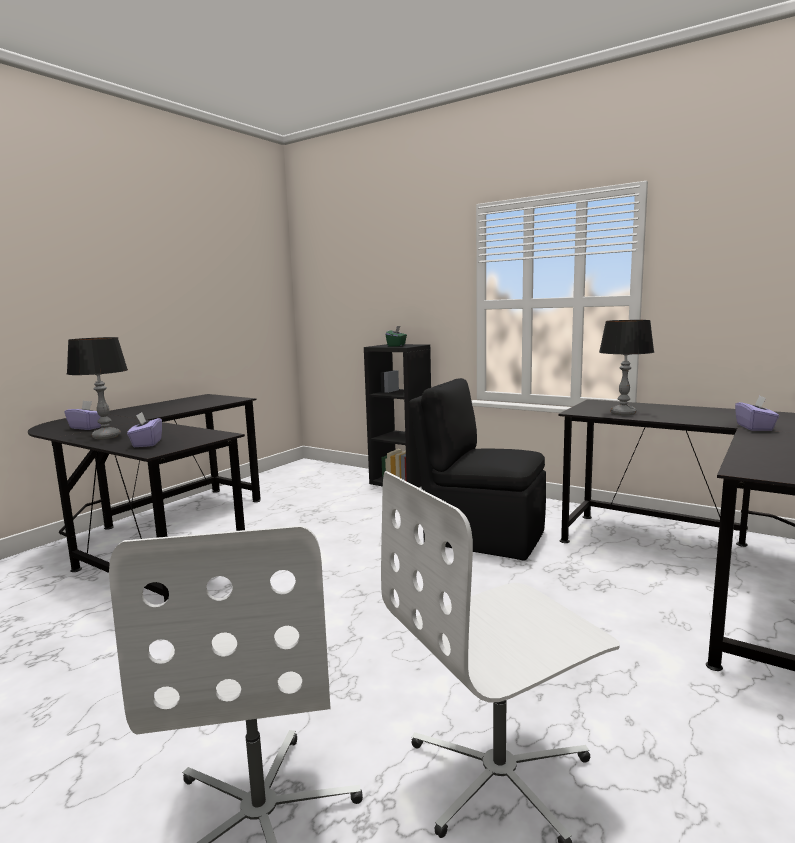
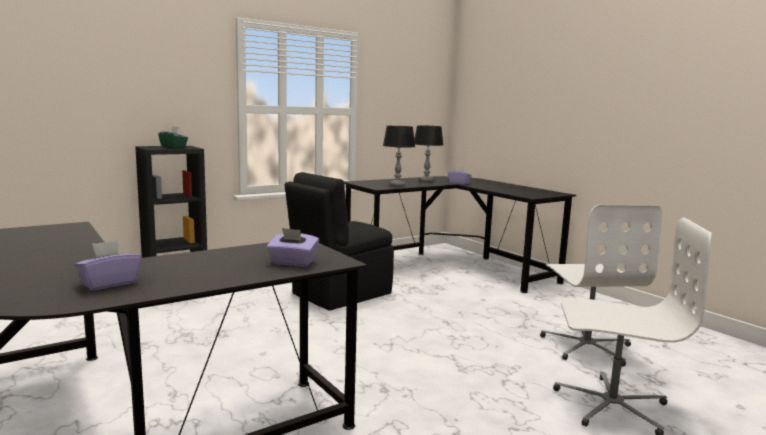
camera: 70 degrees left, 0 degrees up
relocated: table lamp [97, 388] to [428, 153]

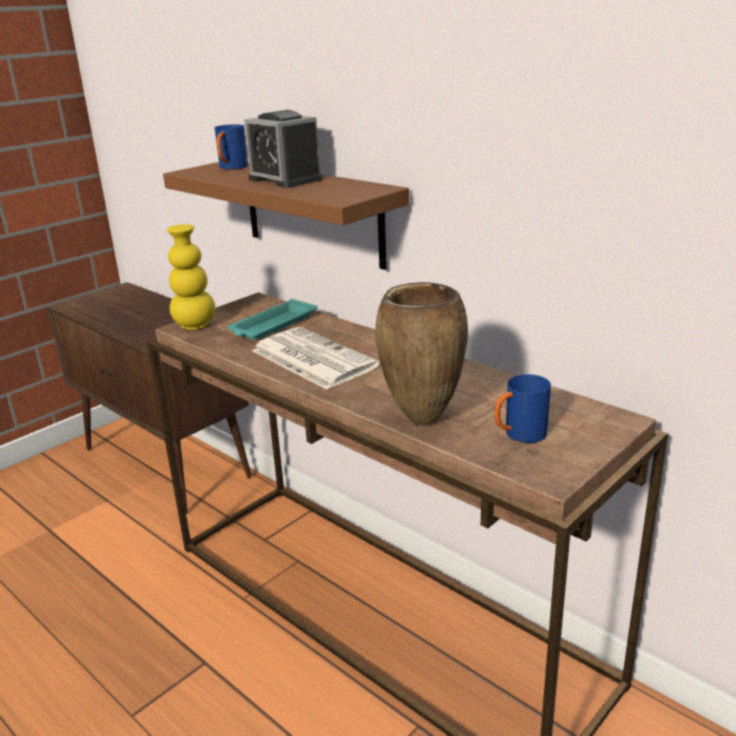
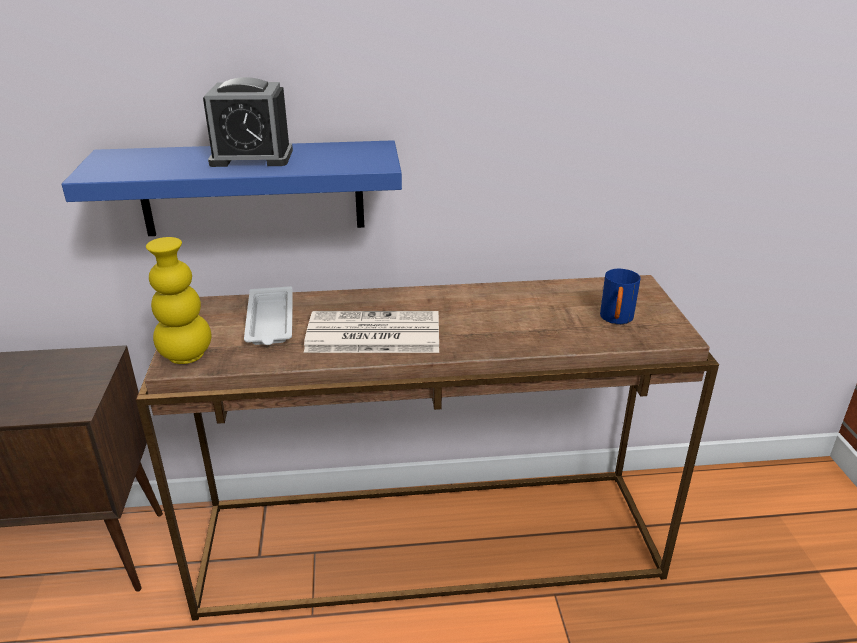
camera: 50 degrees left, 5 degrees up
missing: tea mug in blue [231, 147]; vase in brown-coloured [421, 354]
colour: shelf in brown-coloured [286, 216] to shelf in blue [232, 188]; tray in turquoise-coloured [272, 319] to tray in whitish [268, 315]

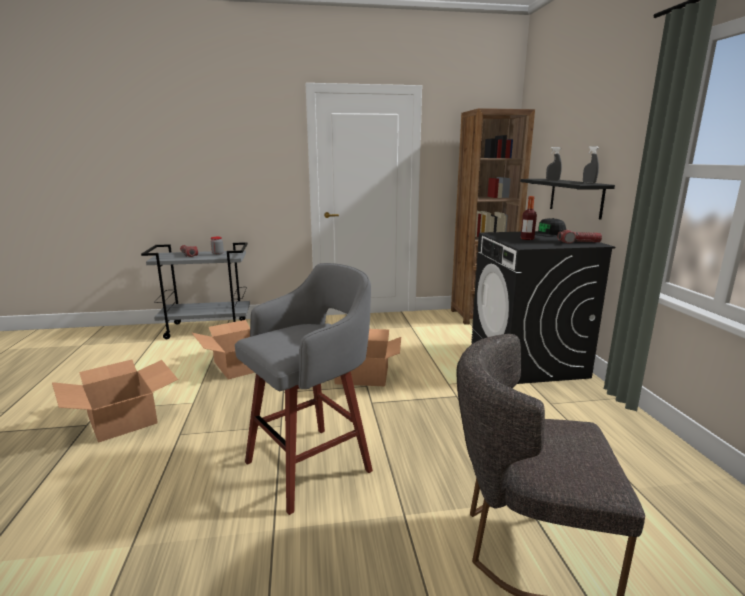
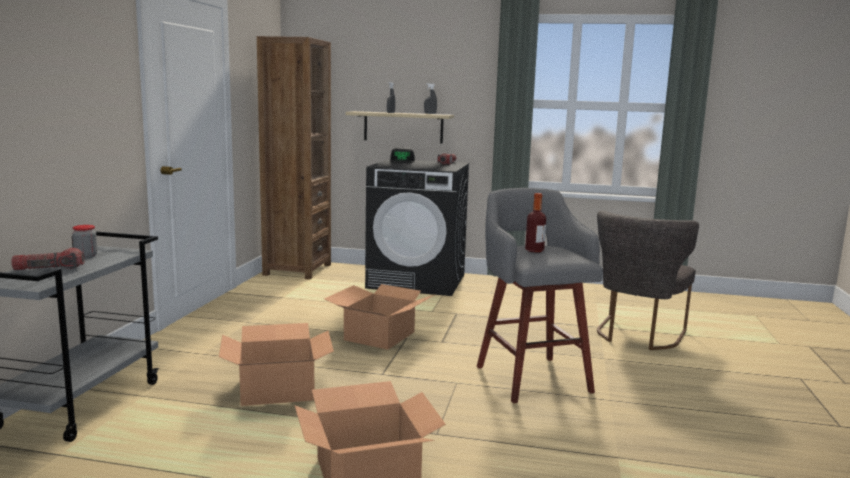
camera: 70 degrees left, 5 degrees down
relocated: beverage bottle [529, 218] to [535, 223]
colour: shelf in black [568, 199] to shelf in beige [399, 127]

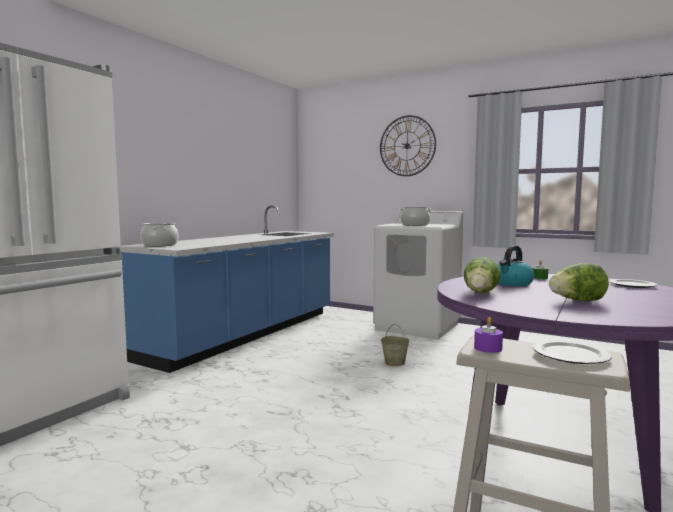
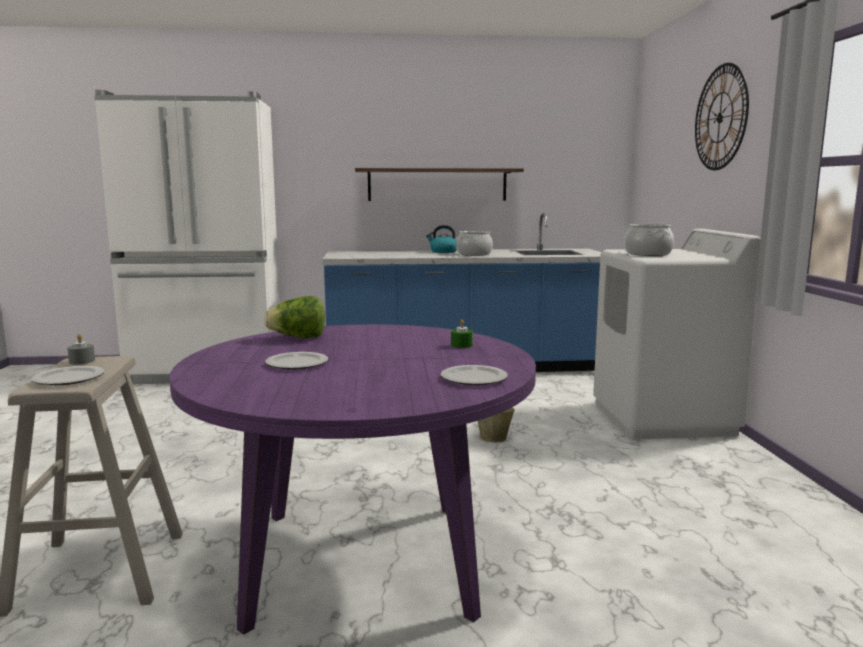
camera: 55 degrees right, 5 degrees up
appeared: shelf [439, 184]
relocated: water kettle [516, 265] to [441, 239]; stockpot [159, 235] to [474, 243]
exchanged: lettuce head [579, 282] to dinner plate [296, 361]
colour: wax light in purple-coloured [488, 335] to wax light in grey [81, 349]

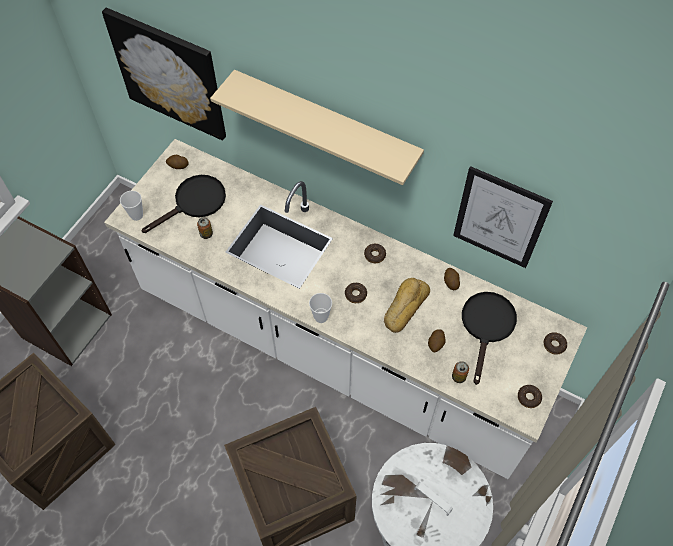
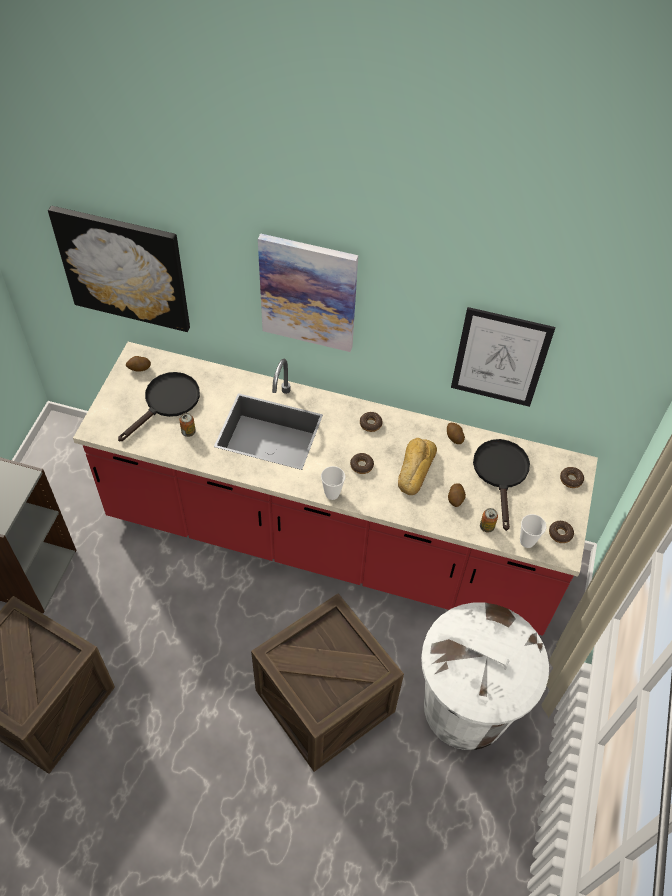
camera: 15 degrees left, 5 degrees down
relocated: cup [131, 206] to [533, 531]
exchanged: shelf in beige [317, 127] to picture [308, 292]
colour: kitchen base unit in whitish [345, 309] to kitchen base unit in reddish [335, 489]

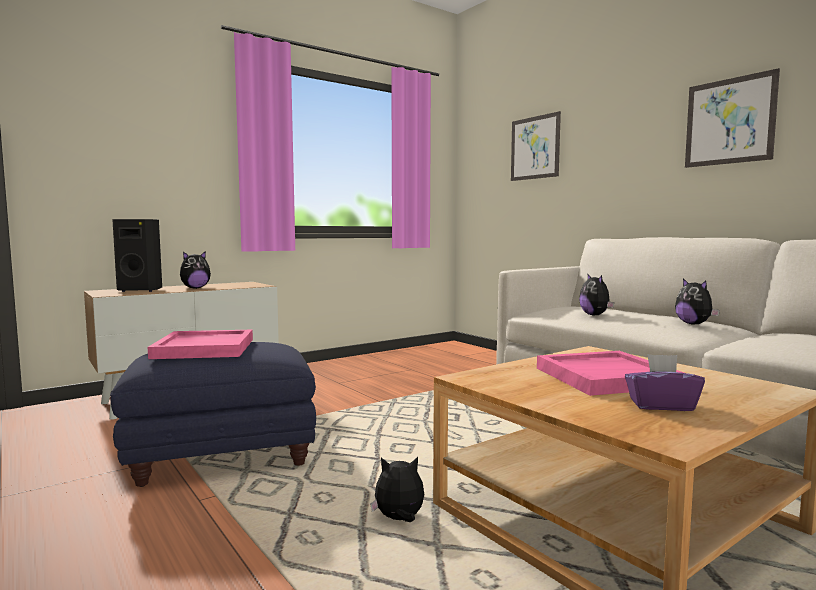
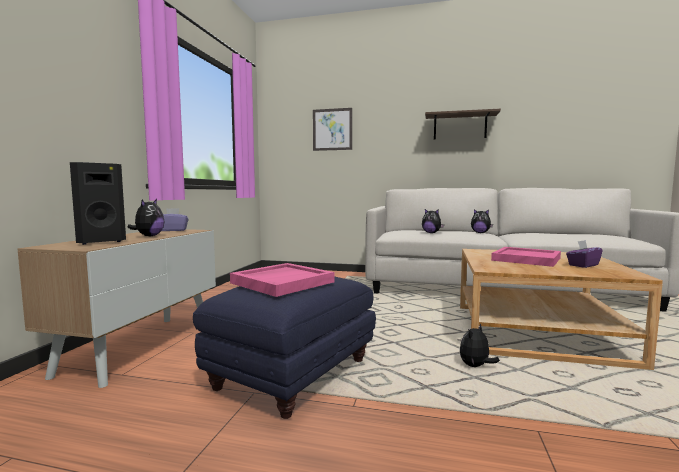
camera: 40 degrees left, 0 degrees up
appeared: tissue holder in purple-coloured [175, 219]
exchanged: picture [732, 118] to shelf [463, 124]

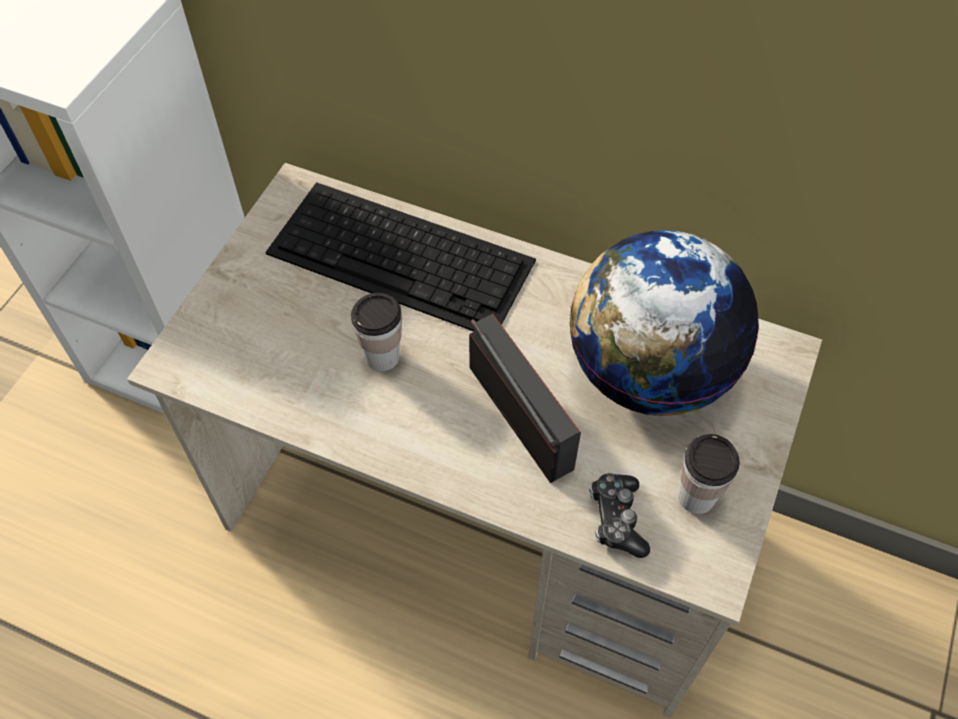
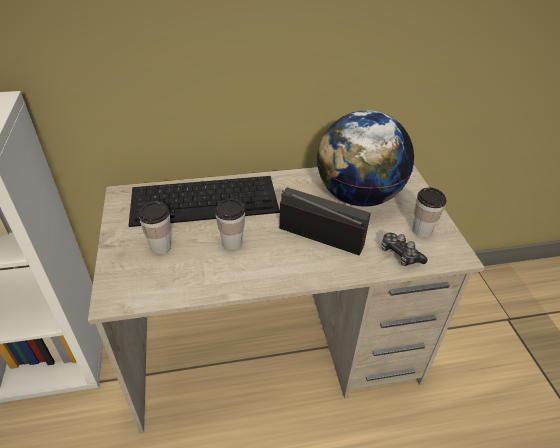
camera: 35 degrees left, 15 degrees down
appeared: cup [155, 228]

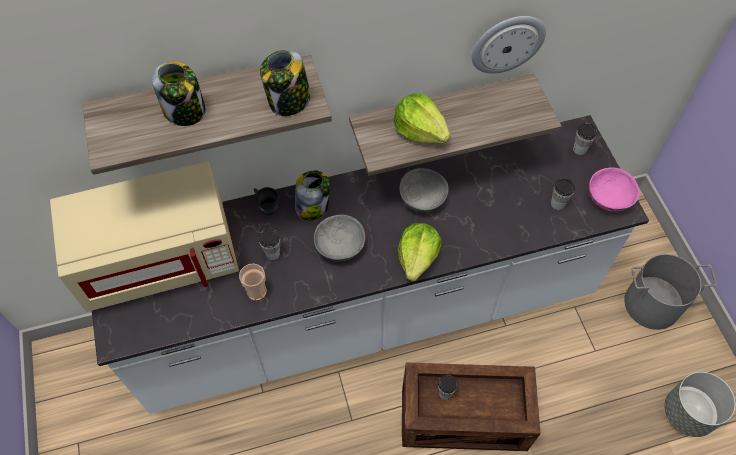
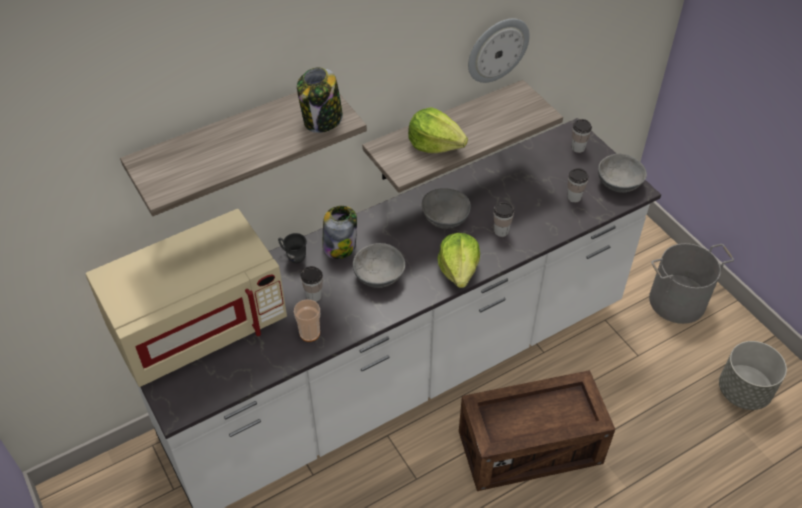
camera: 15 degrees left, 10 degrees down
missing: jar [178, 94]
relocated: cup [448, 387] to [504, 219]
colour: deep dish in pink-coloured [614, 189] to deep dish in grey [622, 173]

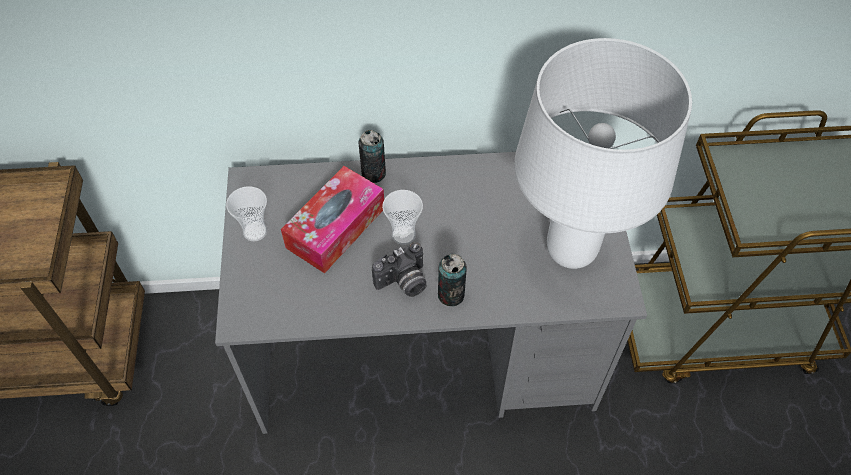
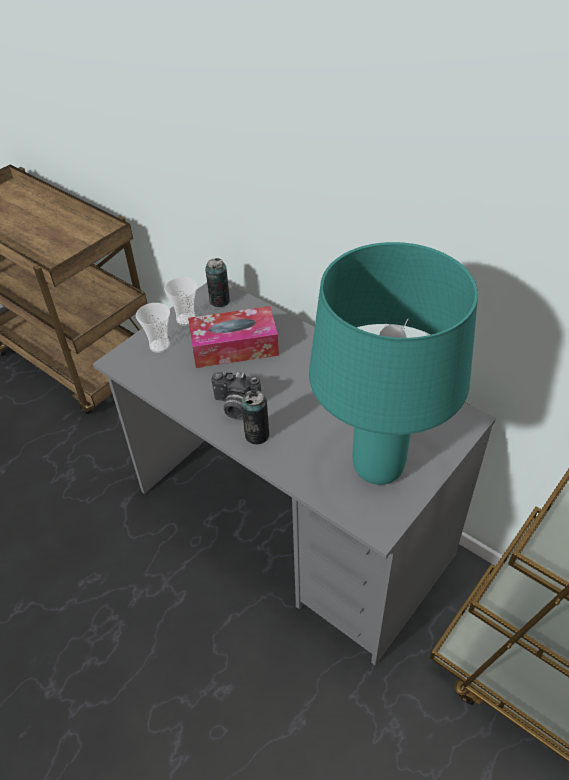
camera: 45 degrees right, 10 degrees down
relocated: cup [402, 217] to [153, 328]; metal can [372, 156] to [217, 282]
colour: table lamp in whitish [603, 153] to table lamp in turquoise-coloured [393, 363]

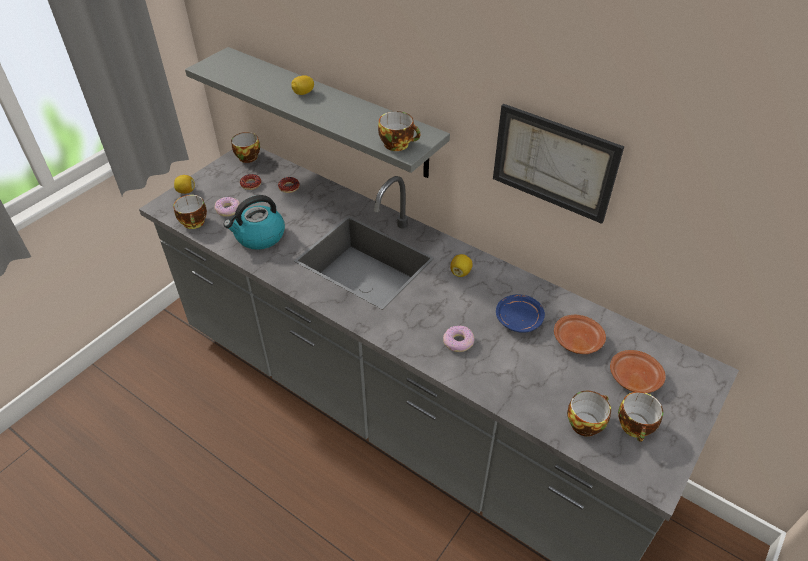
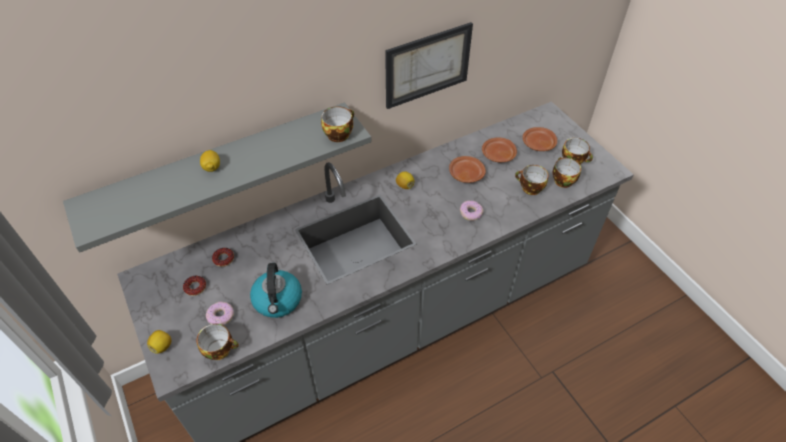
camera: 65 degrees left, 5 degrees up
relocated: cup [245, 147] to [531, 180]
colour: dinner plate in blue [520, 313] to dinner plate in brown-coloured [467, 169]

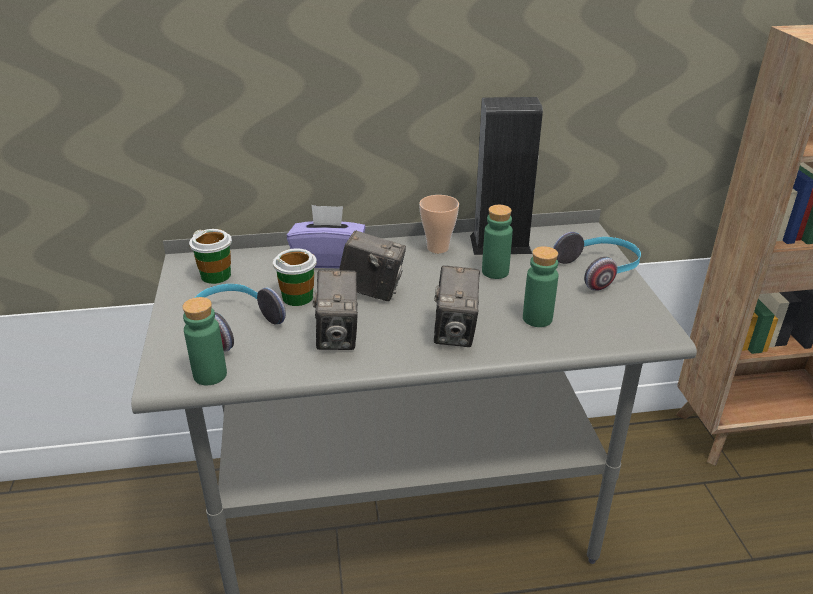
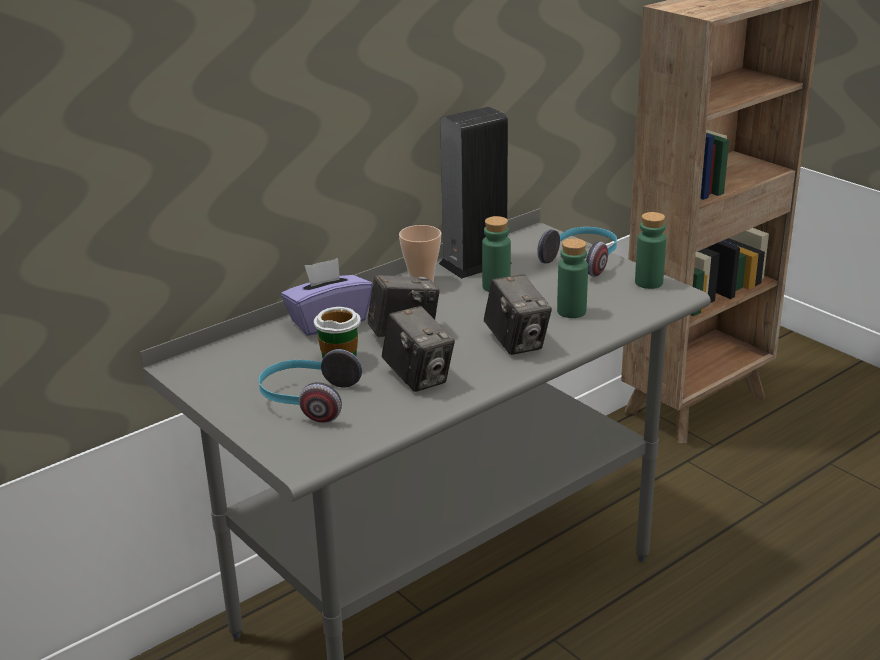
camera: 30 degrees left, 5 degrees down
missing: cup [210, 256]
relocated: beverage bottle in green-coloured [204, 341] to [650, 250]

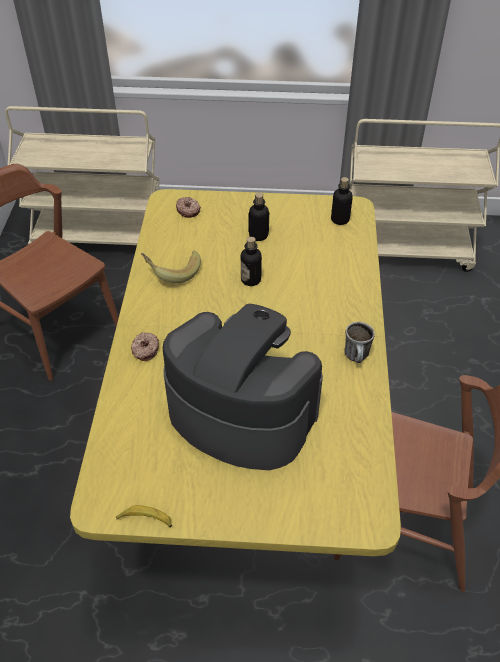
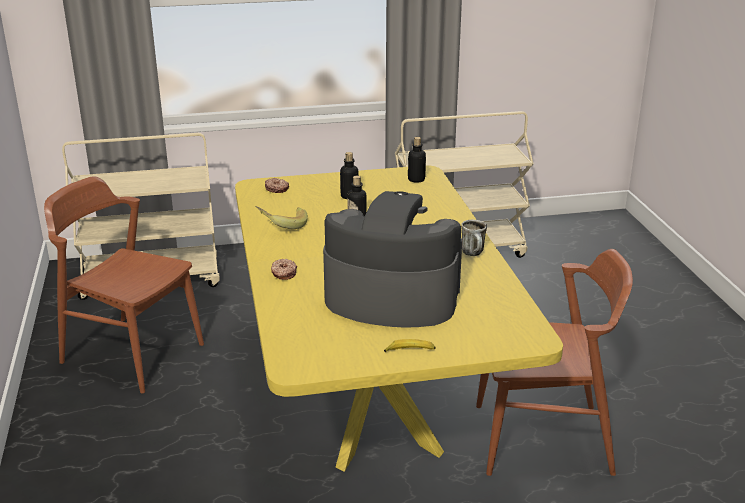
camera: 15 degrees left, 20 degrees down
relocated: whole banana [144, 516] to [410, 345]

